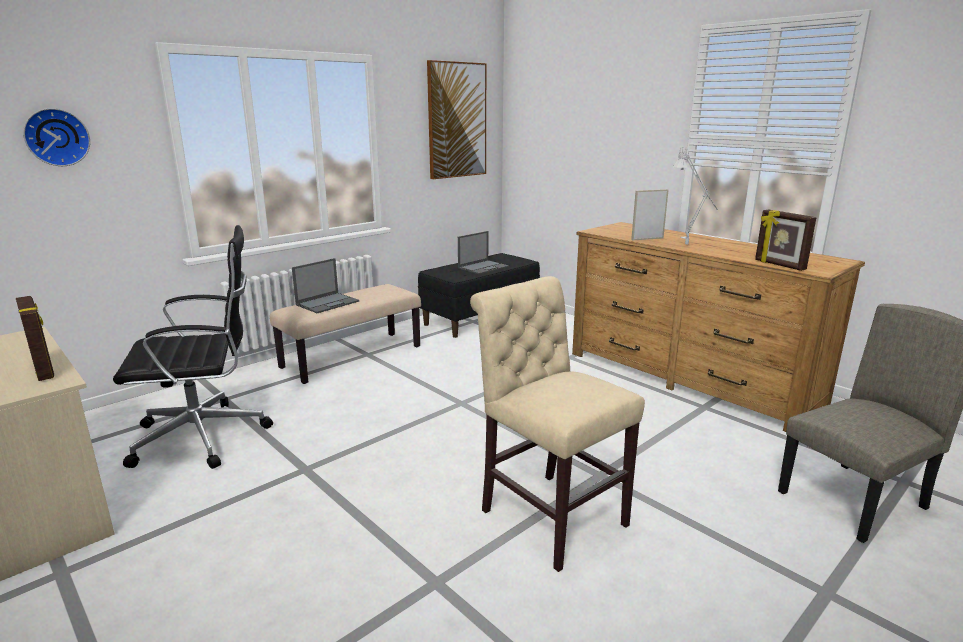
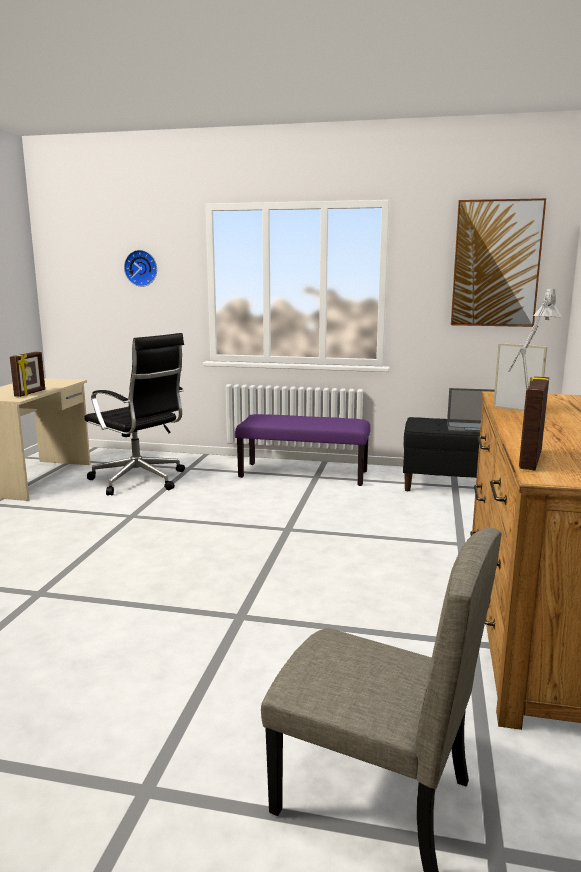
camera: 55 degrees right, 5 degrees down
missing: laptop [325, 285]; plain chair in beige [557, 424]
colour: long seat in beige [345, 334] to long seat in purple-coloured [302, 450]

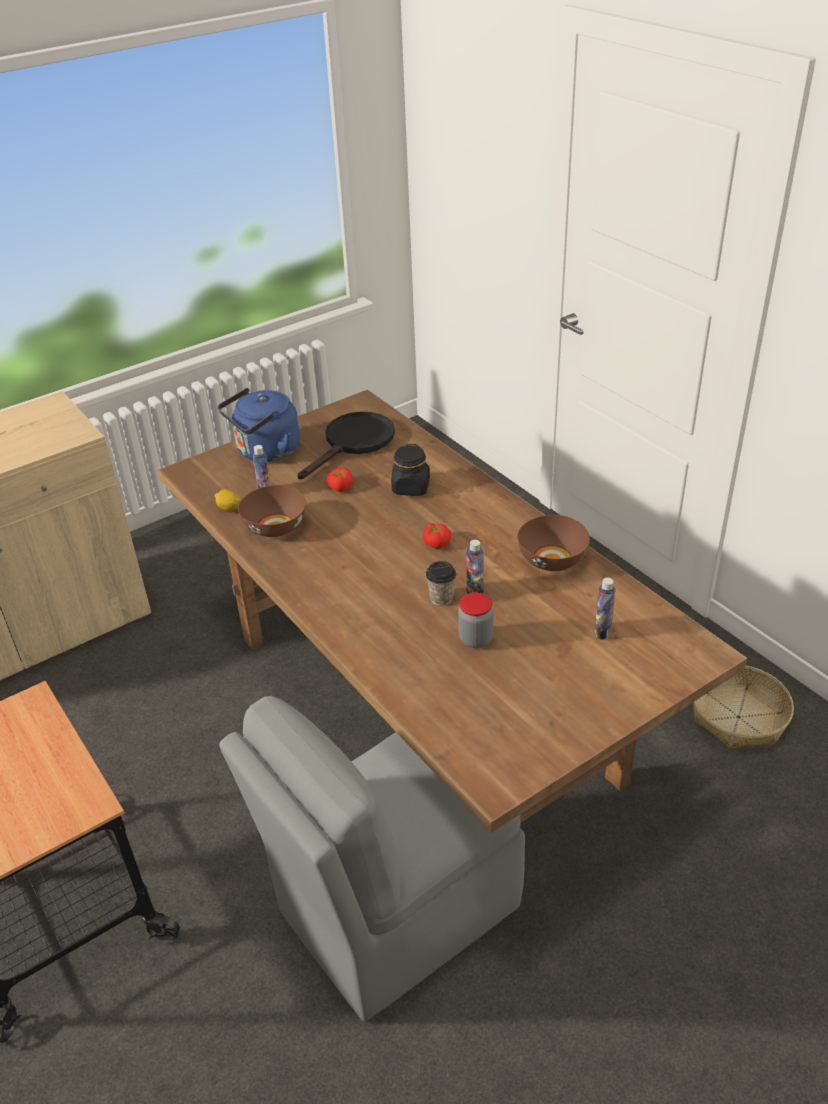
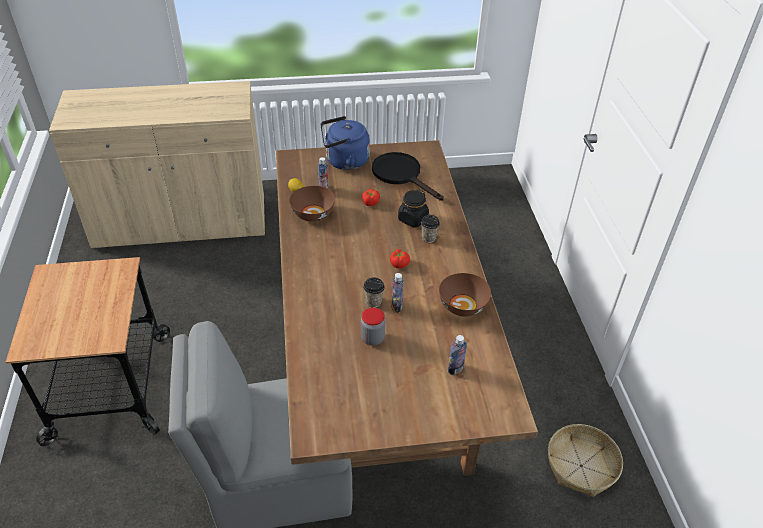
camera: 25 degrees right, 5 degrees up
appeared: cup [430, 229]
spun: pan in black [346, 445] = [408, 176] 105 degrees counterclockwise

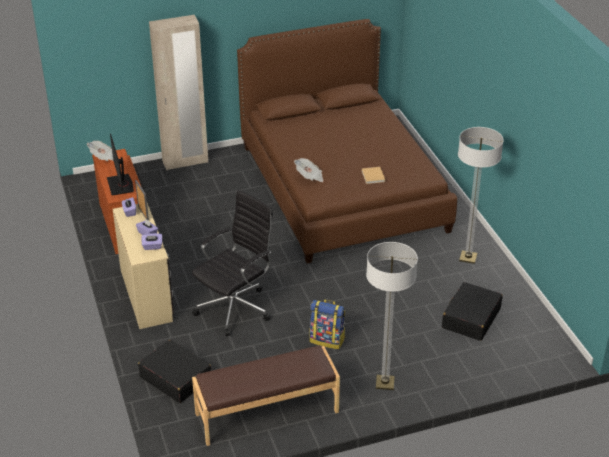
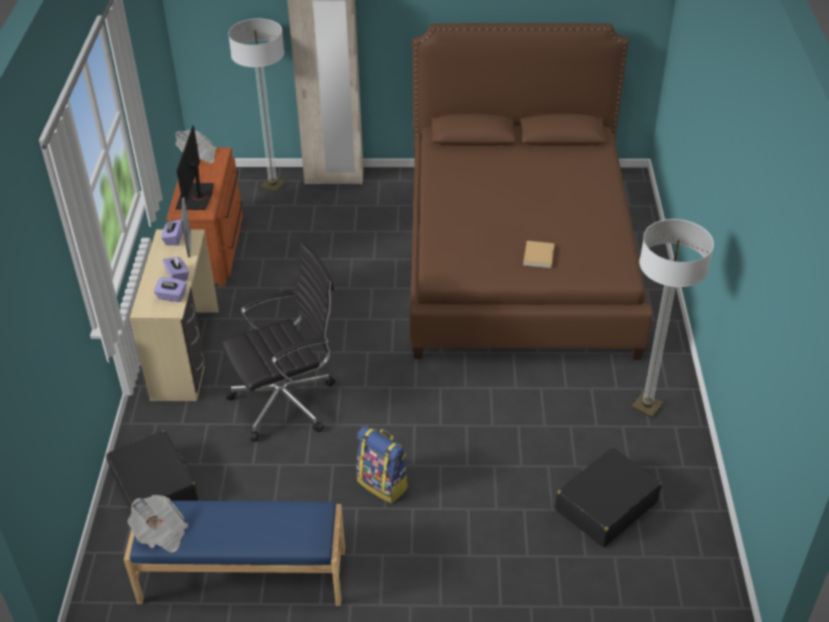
camera: 20 degrees right, 5 degrees up
relocated: printed paper [308, 170] to [157, 524]; standing lamp [392, 316] to [257, 105]
colour: long seat in brown-coloured [266, 395] to long seat in blue [234, 553]

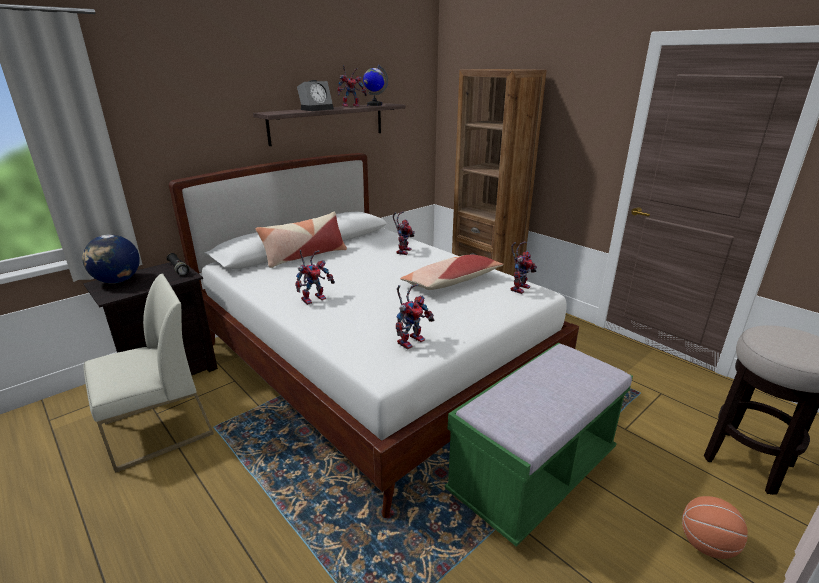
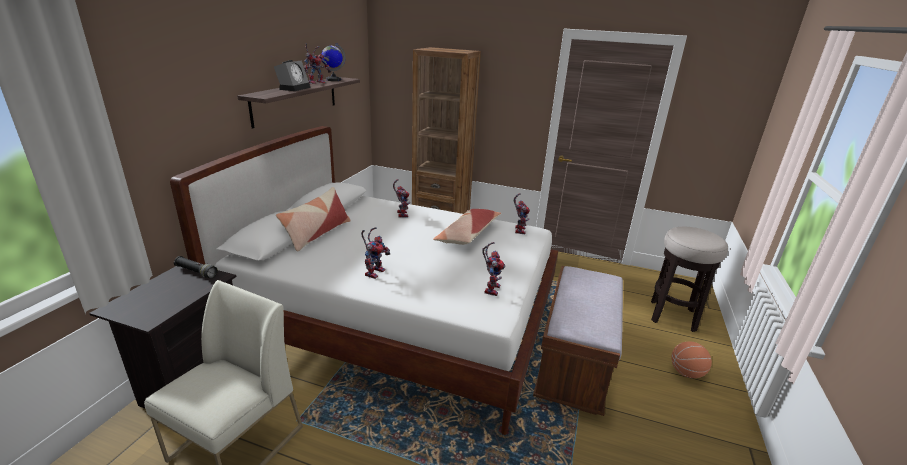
camera: 30 degrees left, 0 degrees up
missing: globe [111, 259]
colour: long seat in green-coloured [539, 445] to long seat in brown-coloured [578, 341]

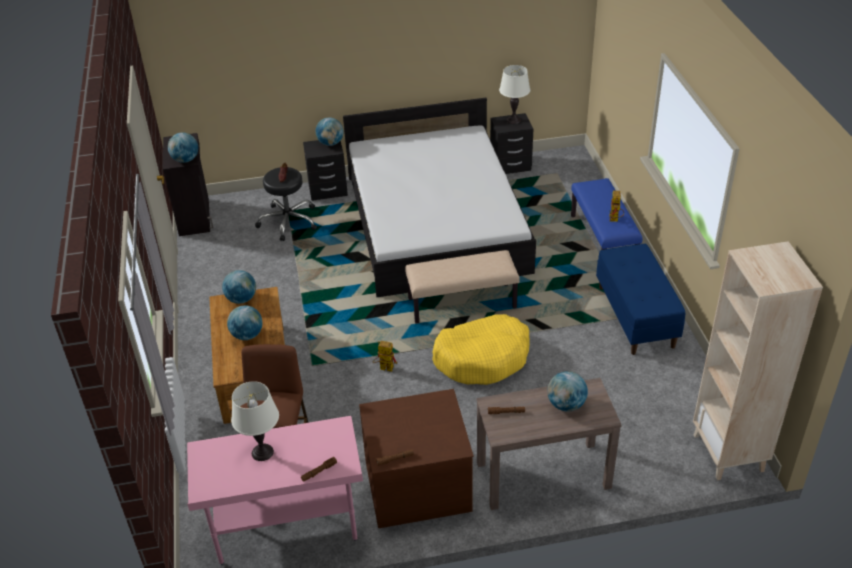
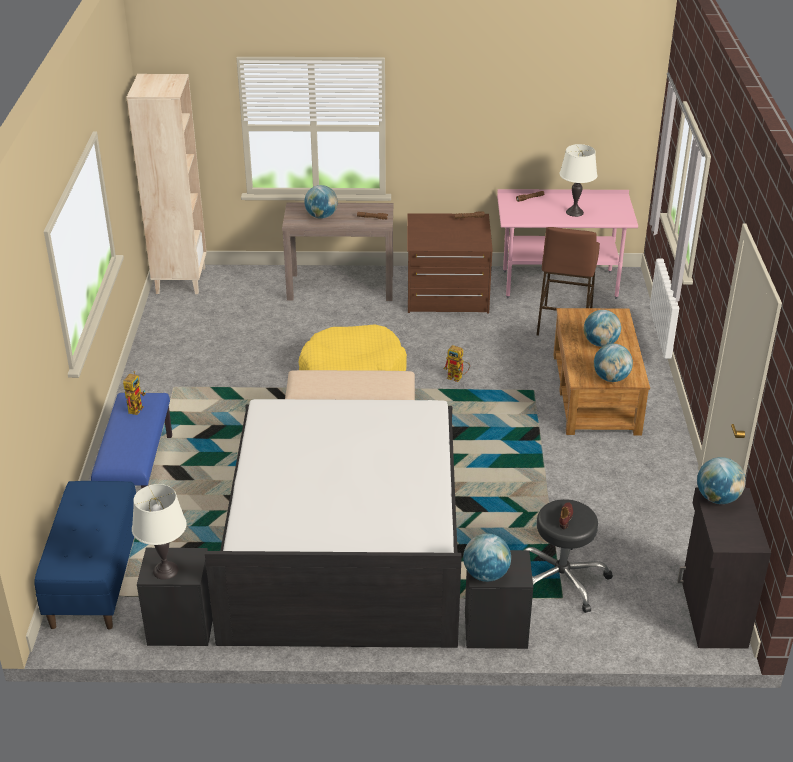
camera: 170 degrees left, 5 degrees down
relocated: long seat in blue [640, 299] to [85, 555]

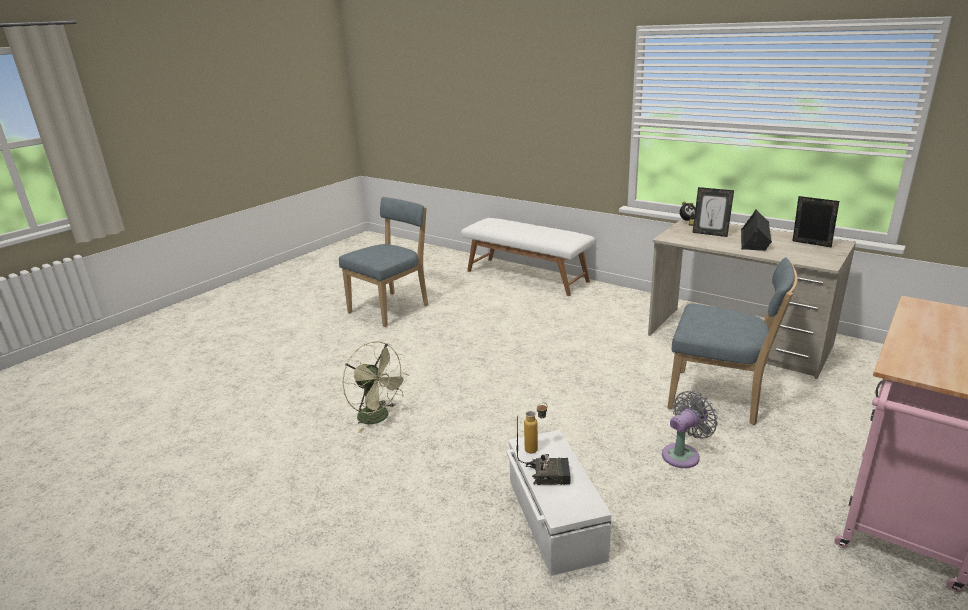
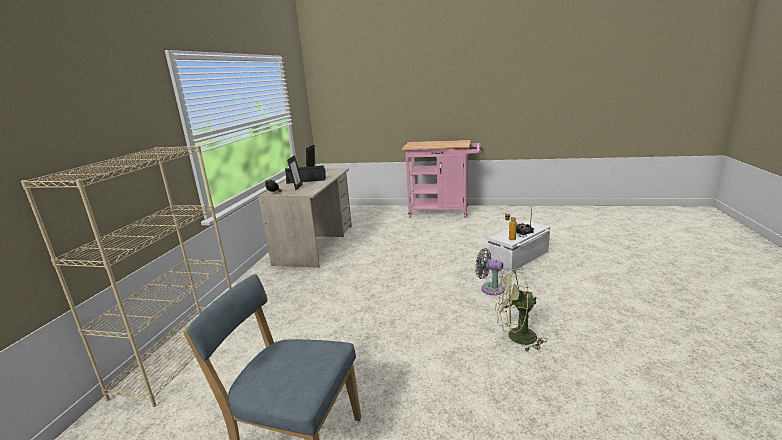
camera: 115 degrees left, 5 degrees down
missing: plain chair in blue [732, 341]
relocated: cooling fan in grey [690, 429] to [490, 271]
exchanged: long seat in whitish [528, 257] to shelving unit in beige [126, 276]
spun: cooling fan in green-coloured [375, 387] = [521, 309] 105 degrees counterclockwise

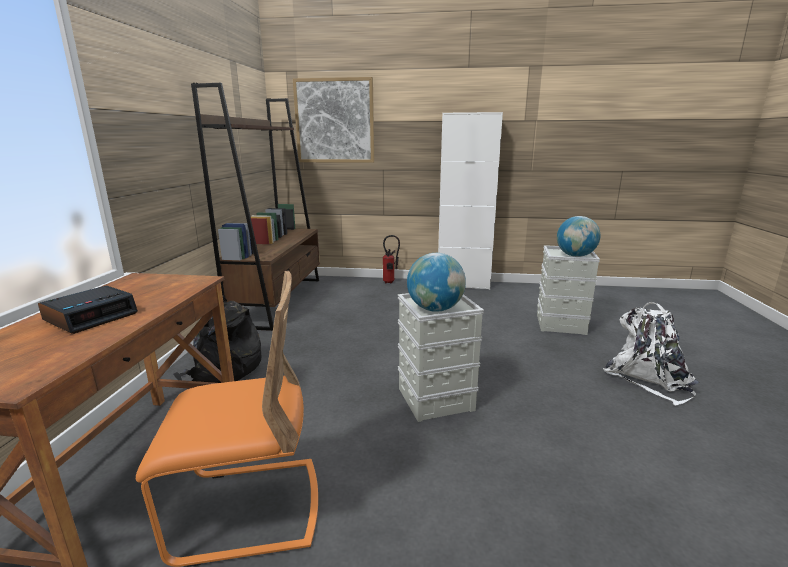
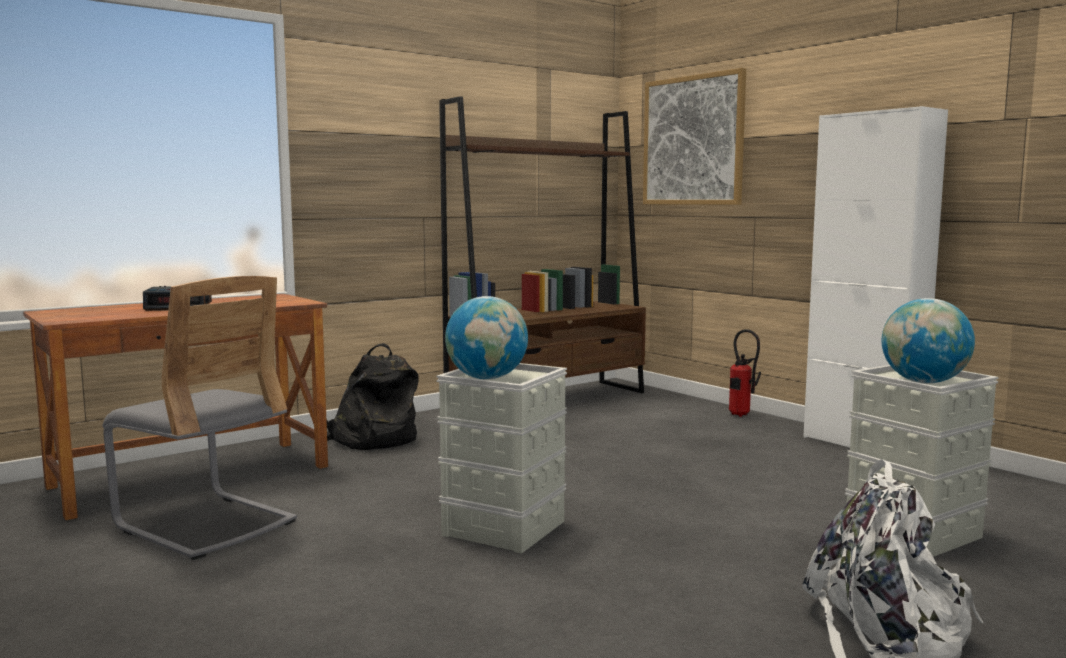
camera: 45 degrees right, 10 degrees down
colour: plain chair in orange [227, 419] to plain chair in grey [199, 418]

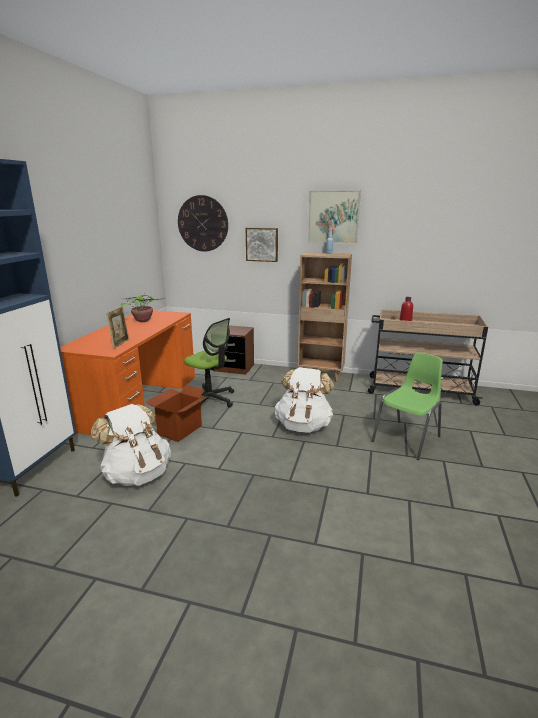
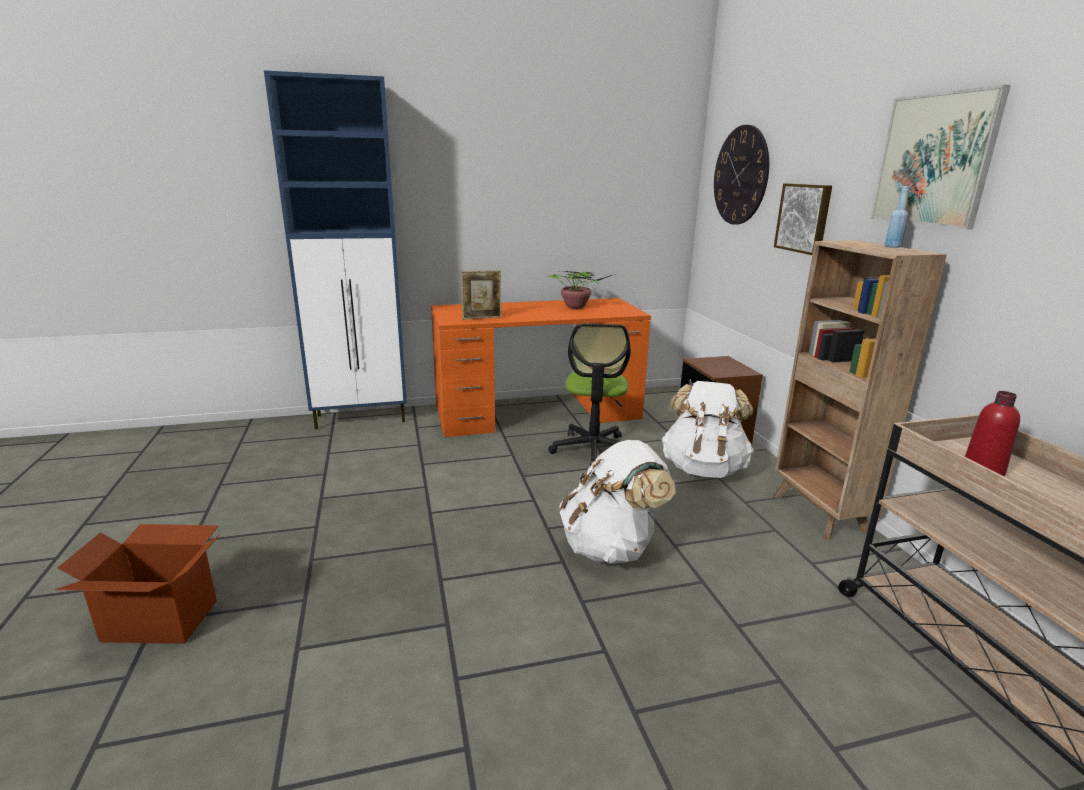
camera: 60 degrees right, 0 degrees up
missing: plain chair in green-coloured [407, 406]
relocated: packing box [177, 413] to [137, 584]; rucksack in whitish [130, 445] to [708, 429]

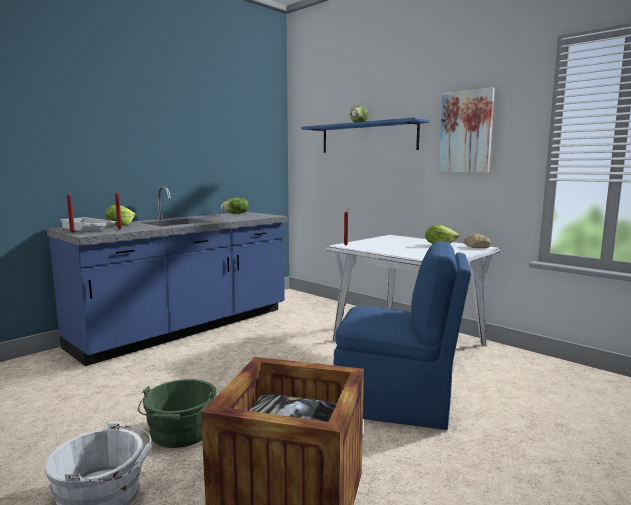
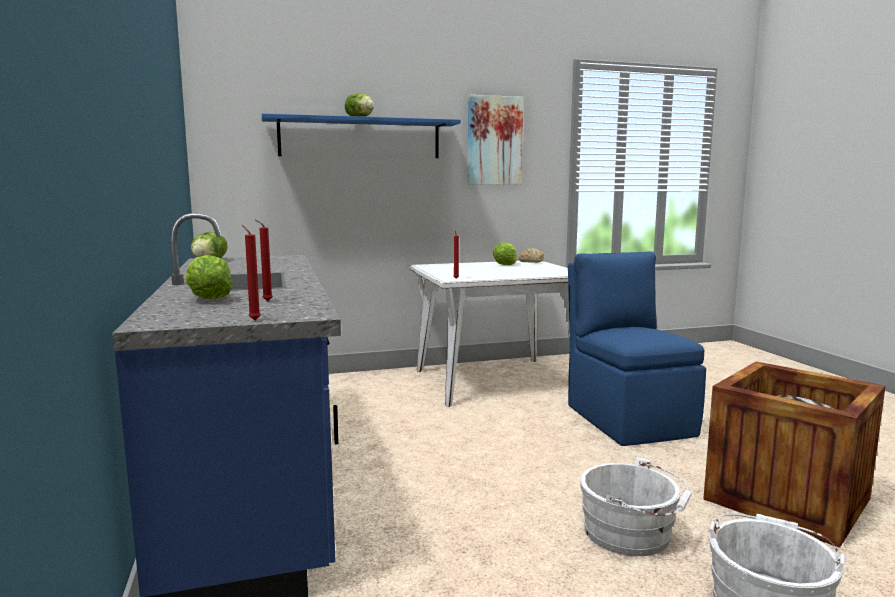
camera: 60 degrees left, 0 degrees up
missing: tray in whitish [88, 224]
colour: water bucket in green-coloured [177, 413] to water bucket in whitish [636, 506]
spun: plain chair in blue [402, 335] = [637, 349] 60 degrees counterclockwise

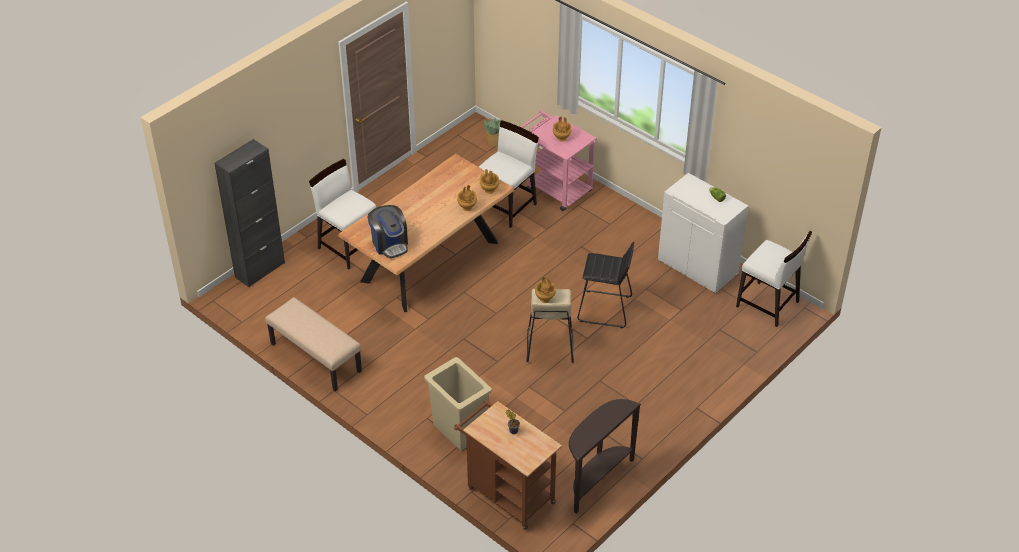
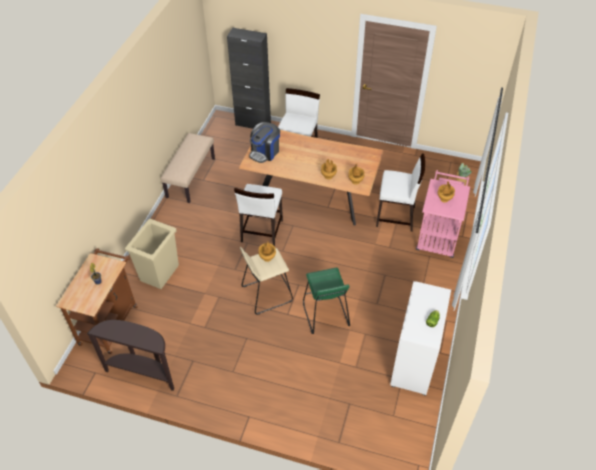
camera: 65 degrees right, 5 degrees up
relocated: plain chair in whitish [774, 279] to [258, 215]
colour: stool in black [605, 285] to stool in green-coloured [326, 300]

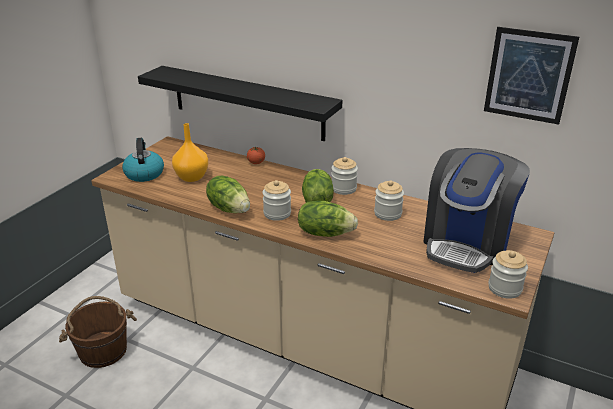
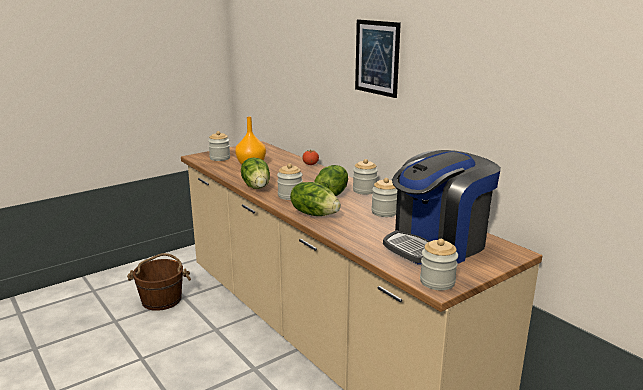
camera: 25 degrees right, 10 degrees down
missing: shelf in black [240, 103]
relocated: picture [531, 76] to [378, 58]
exchanged: water kettle [143, 160] to jar [219, 146]

